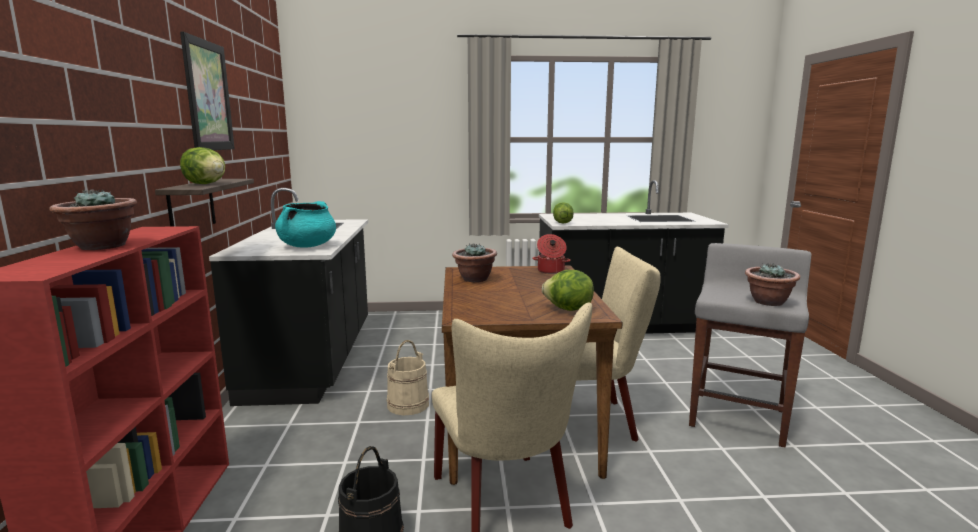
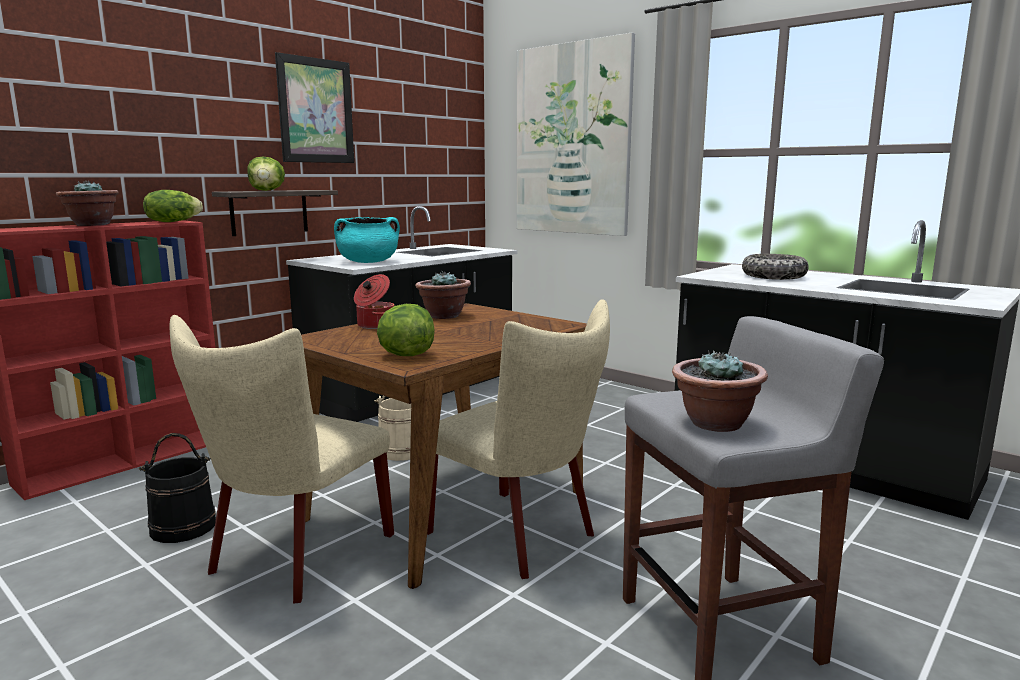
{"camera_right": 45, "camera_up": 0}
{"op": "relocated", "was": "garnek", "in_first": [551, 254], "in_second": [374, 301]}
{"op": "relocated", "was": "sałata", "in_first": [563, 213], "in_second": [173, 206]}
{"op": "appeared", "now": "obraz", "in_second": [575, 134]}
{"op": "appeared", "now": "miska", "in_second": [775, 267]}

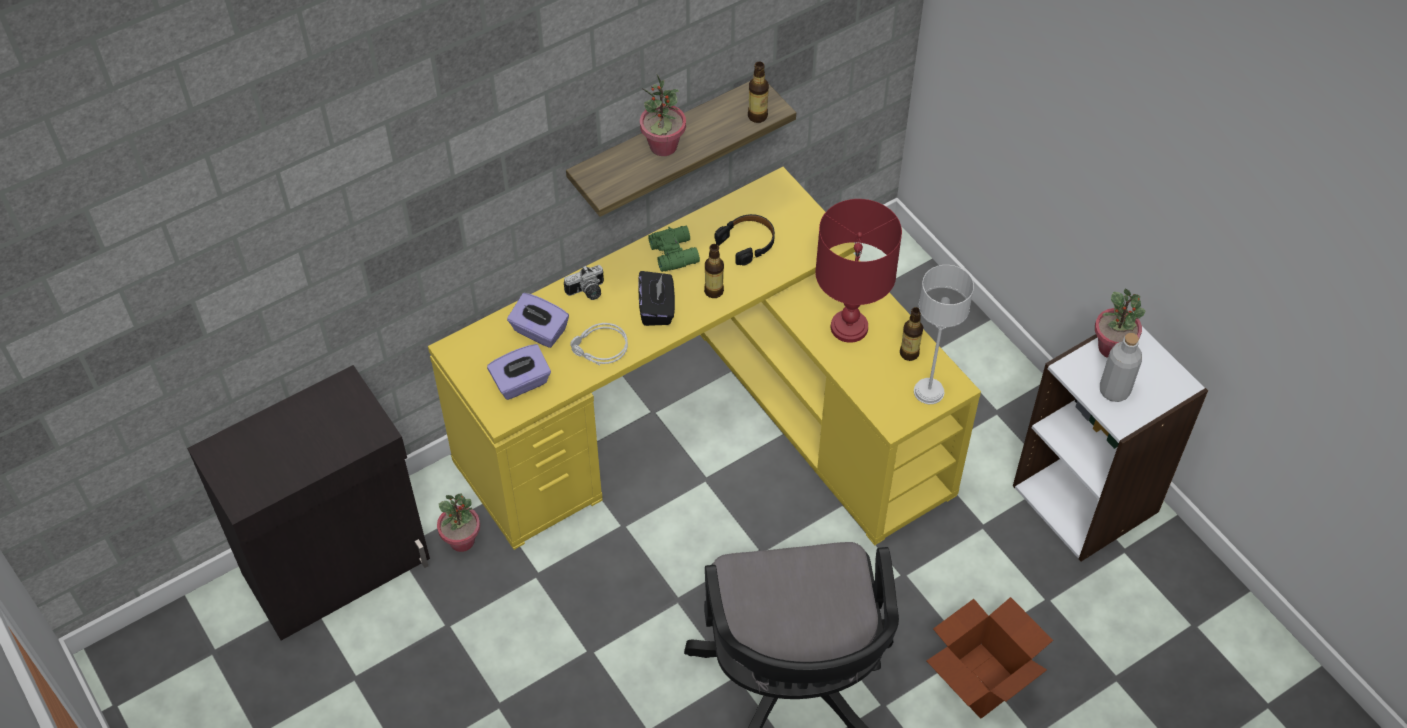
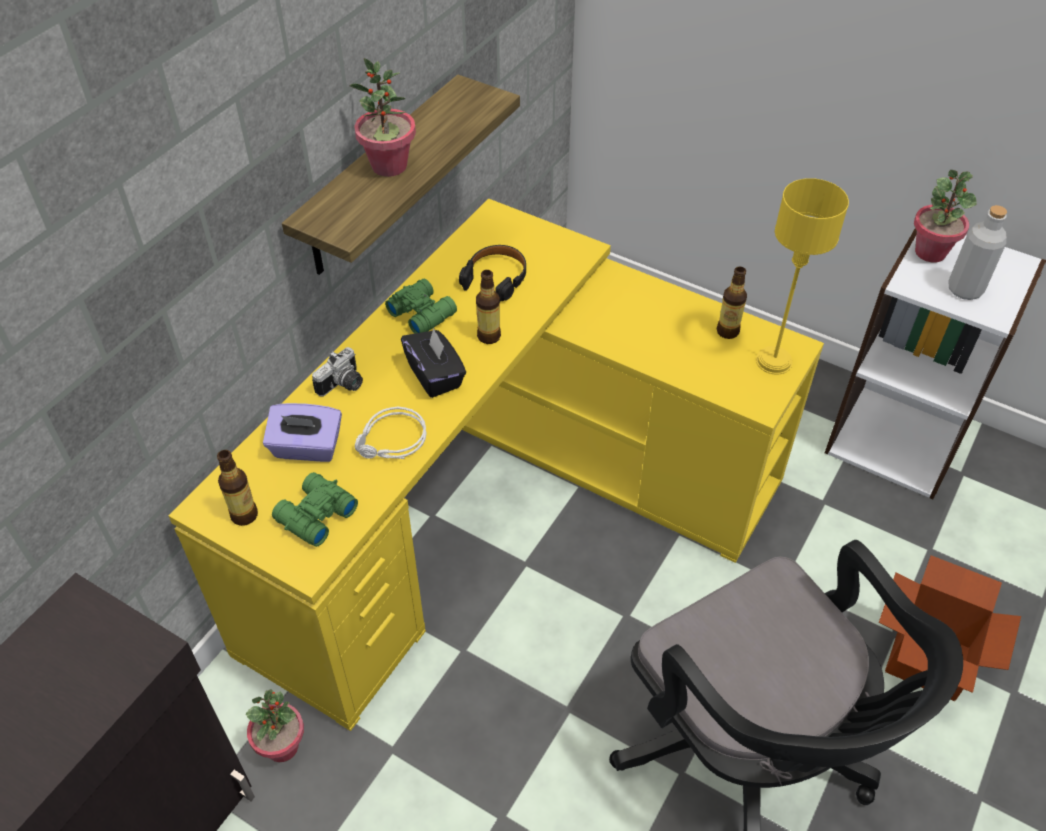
{"camera_right": -25, "camera_up": -5}
{"op": "exchanged", "was": "pudełko chusteczek [fioletowy]", "now": "lornetka [zielony]", "in_first": [519, 372], "in_second": [315, 509]}
{"op": "relocated", "was": "butelka", "in_first": [758, 92], "in_second": [237, 488]}
{"op": "missing", "was": "lampa stołowa [czerwony]", "in_first": [858, 271]}
{"op": "colour", "was": "lampa stołowa [szary]", "now": "lampa stołowa [żółty]", "in_first": [944, 334], "in_second": [802, 276]}

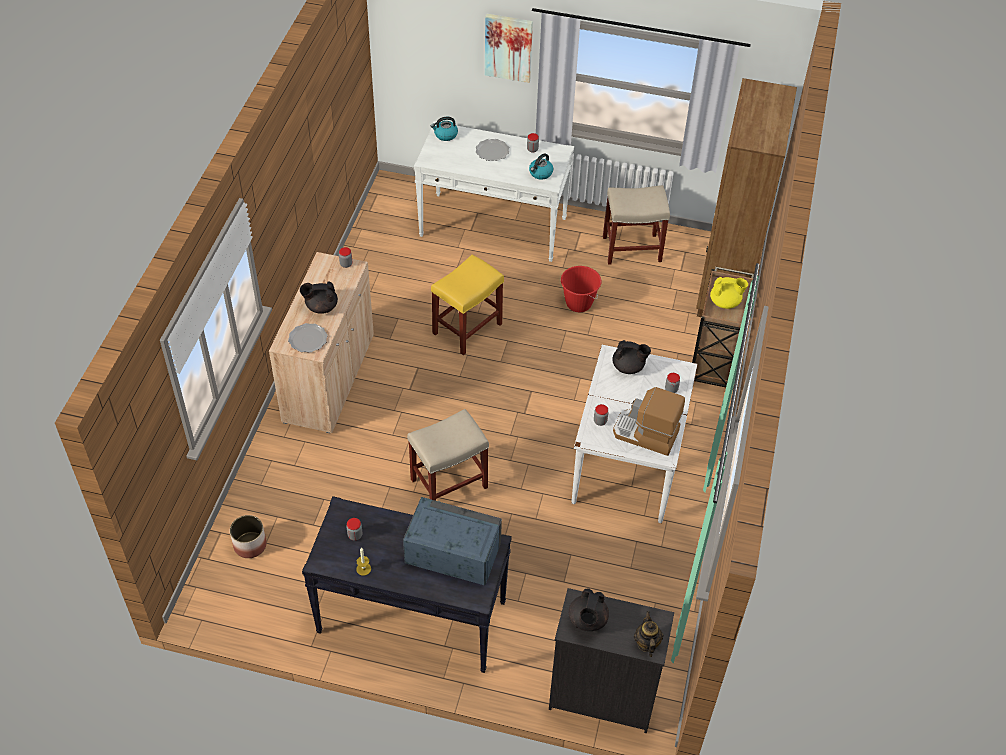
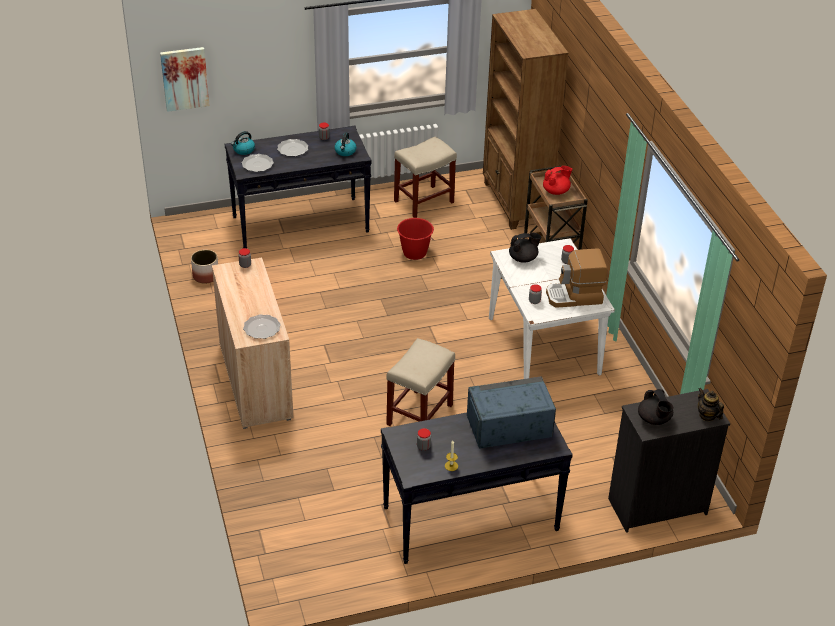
{"camera_right": -30, "camera_up": -10}
{"op": "relocated", "was": "donica", "in_first": [248, 536], "in_second": [204, 267]}
{"op": "missing", "was": "imbryk [czarny]", "in_first": [319, 297]}
{"op": "colour", "was": "stolik konsolowy [biały]", "now": "stolik konsolowy [czarny]", "in_first": [494, 191], "in_second": [298, 187]}
{"op": "missing", "was": "stołek [żółty]", "in_first": [467, 305]}
{"op": "relocated", "was": "obraz", "in_first": [509, 48], "in_second": [184, 79]}
{"op": "colour", "was": "imbryk [żółty]", "now": "imbryk [czerwony]", "in_first": [729, 293], "in_second": [557, 180]}
{"op": "appeared", "now": "talerz", "in_second": [258, 163]}

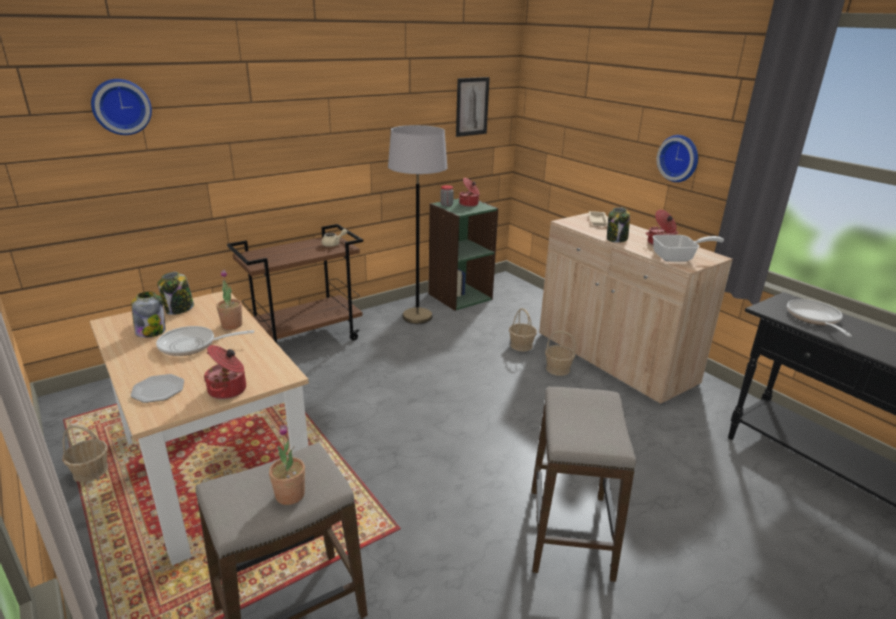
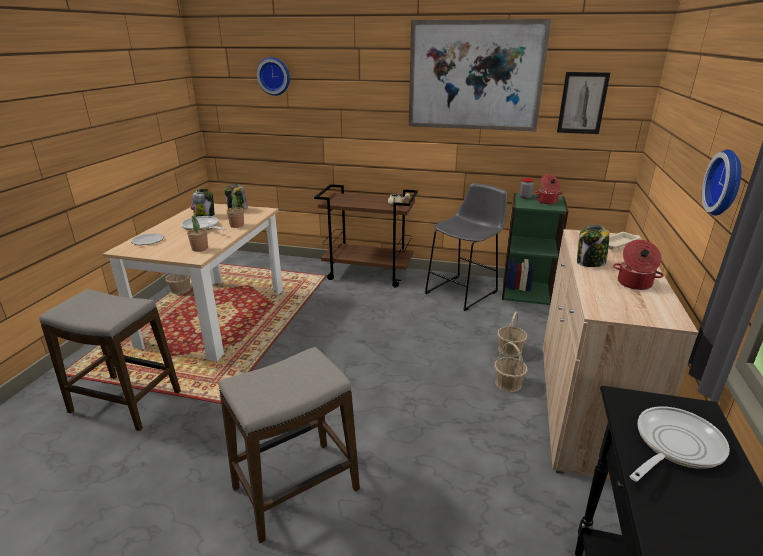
{"camera_right": 50, "camera_up": 0}
{"op": "missing", "was": "garnek", "in_first": [225, 372]}
{"op": "relocated", "was": "roślina doniczkowa", "in_first": [287, 465], "in_second": [197, 228]}
{"op": "exchanged", "was": "lampa stojąca [szary]", "now": "stołek [szary]", "in_first": [418, 224], "in_second": [466, 247]}
{"op": "missing", "was": "patelnia", "in_first": [688, 248]}
{"op": "appeared", "now": "obraz", "in_second": [480, 75]}

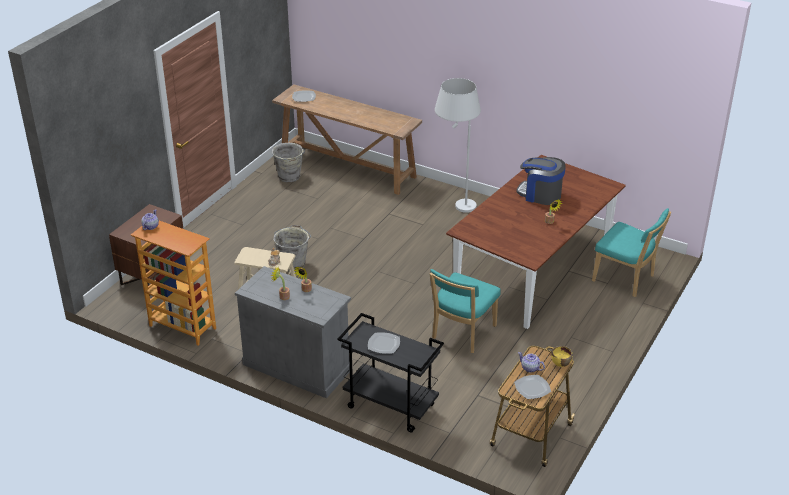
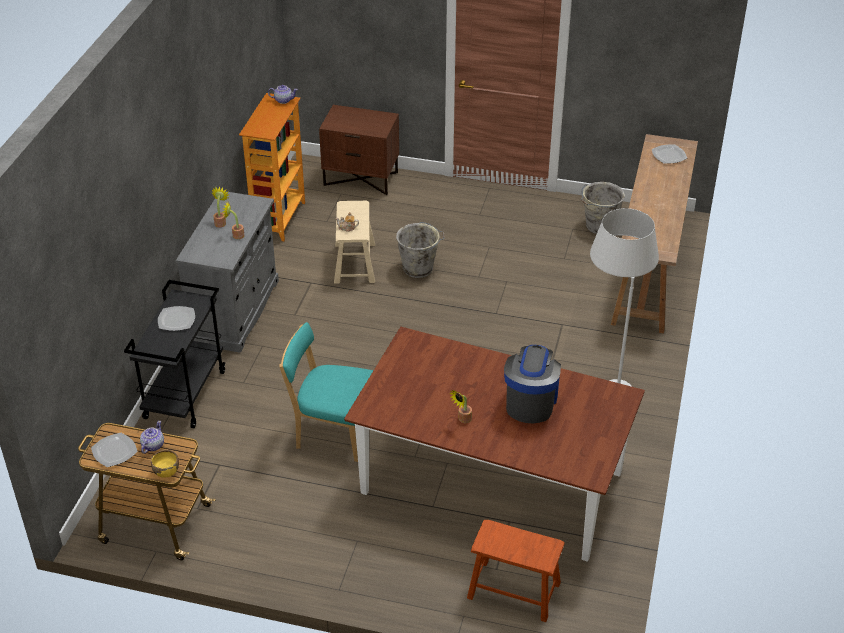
{"camera_right": 75, "camera_up": 5}
{"op": "exchanged", "was": "krzesło [turkusowy]", "now": "stołek [brązowy]", "in_first": [631, 252], "in_second": [516, 571]}

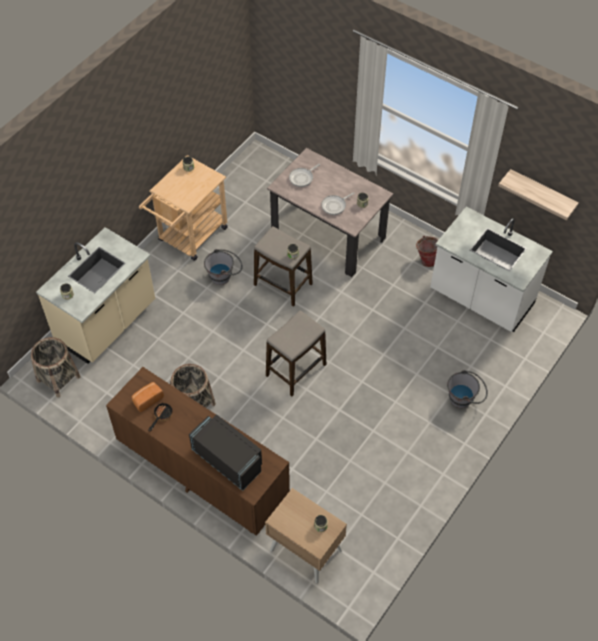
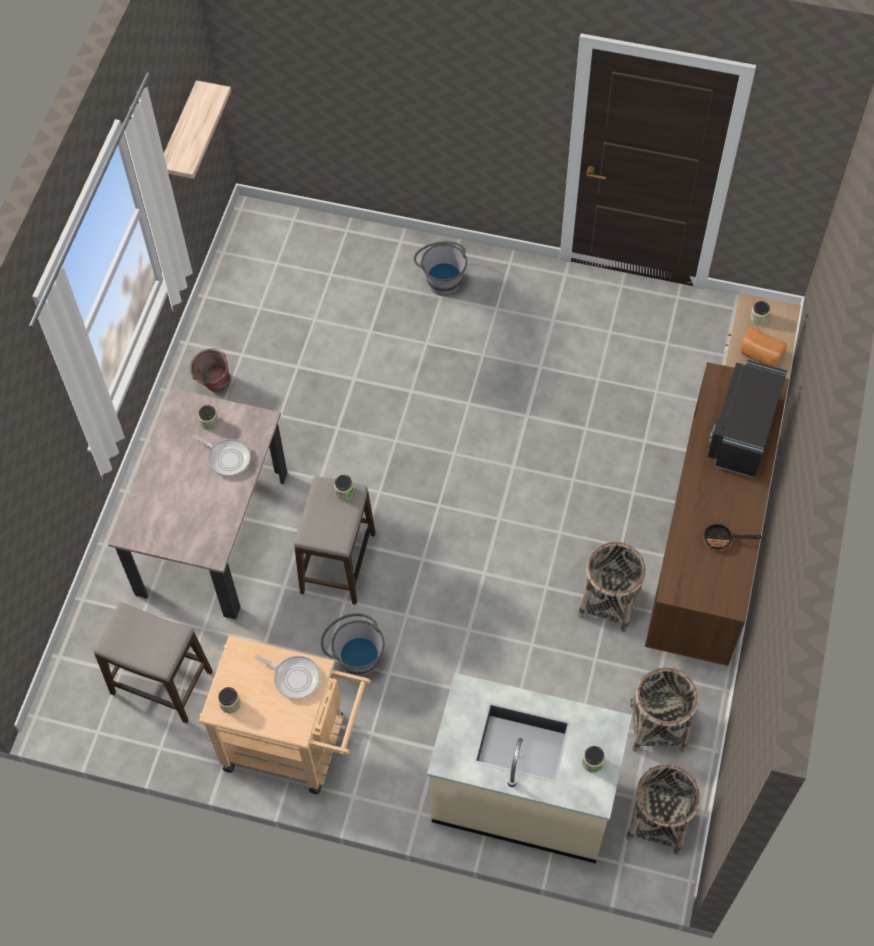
{"camera_right": -110, "camera_up": 5}
{"op": "relocated", "was": "chleb", "in_first": [148, 397], "in_second": [763, 347]}
{"op": "relocated", "was": "stołek", "in_first": [296, 353], "in_second": [153, 662]}
{"op": "relocated", "was": "patelnia", "in_first": [304, 175], "in_second": [287, 677]}
{"op": "missing", "was": "zabudowa kuchenna [biały]", "in_first": [491, 269]}
{"op": "appeared", "now": "koszyk", "in_second": [663, 709]}

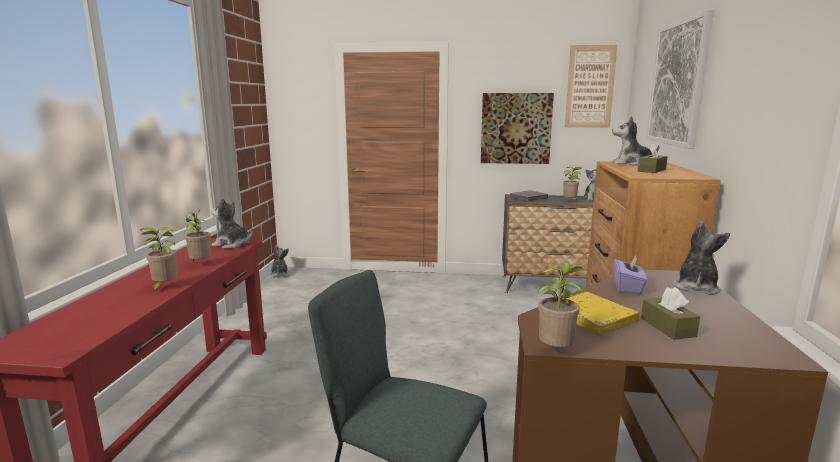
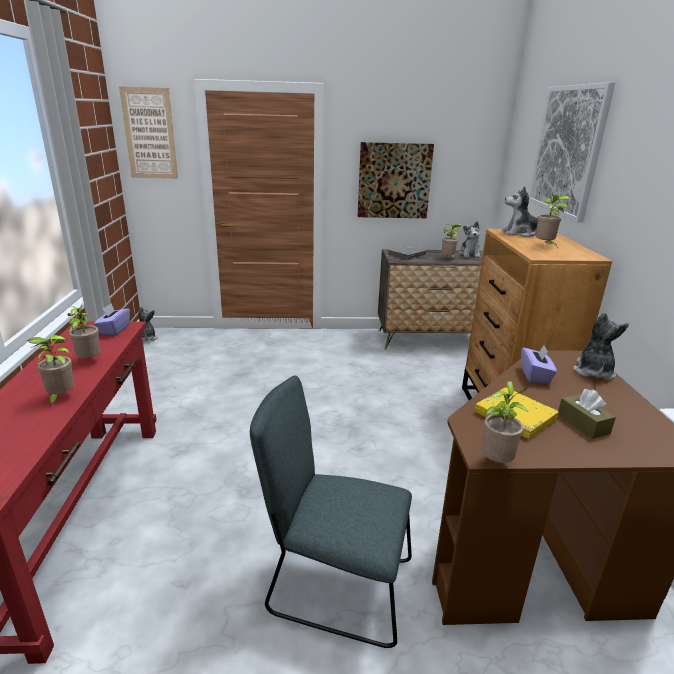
{"camera_right": -10, "camera_up": 10}
{"op": "exchanged", "was": "pluszak", "now": "pudełko chusteczek [fioletowy]", "in_first": [232, 223], "in_second": [112, 319]}
{"op": "relocated", "was": "obraz", "in_first": [591, 86], "in_second": [148, 132]}
{"op": "exchanged", "was": "pudełko chusteczek [brązowy]", "now": "roślina doniczkowa", "in_first": [653, 158], "in_second": [553, 221]}

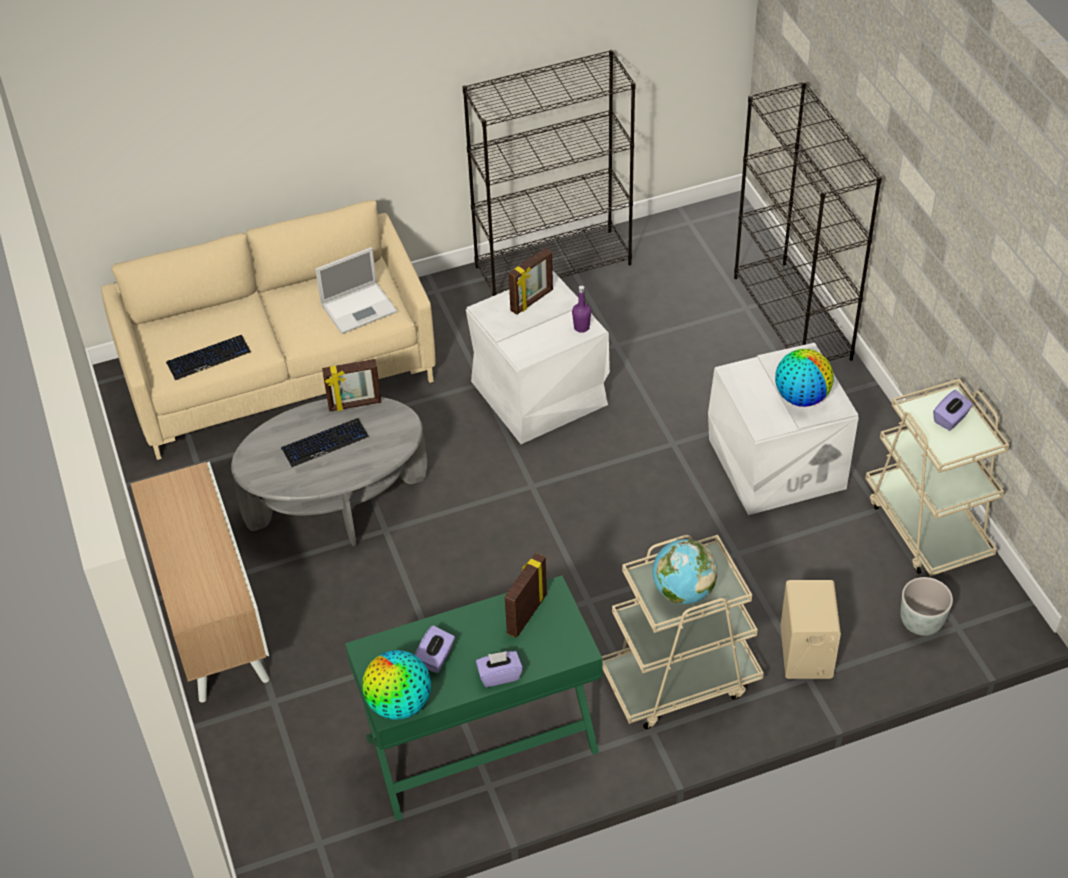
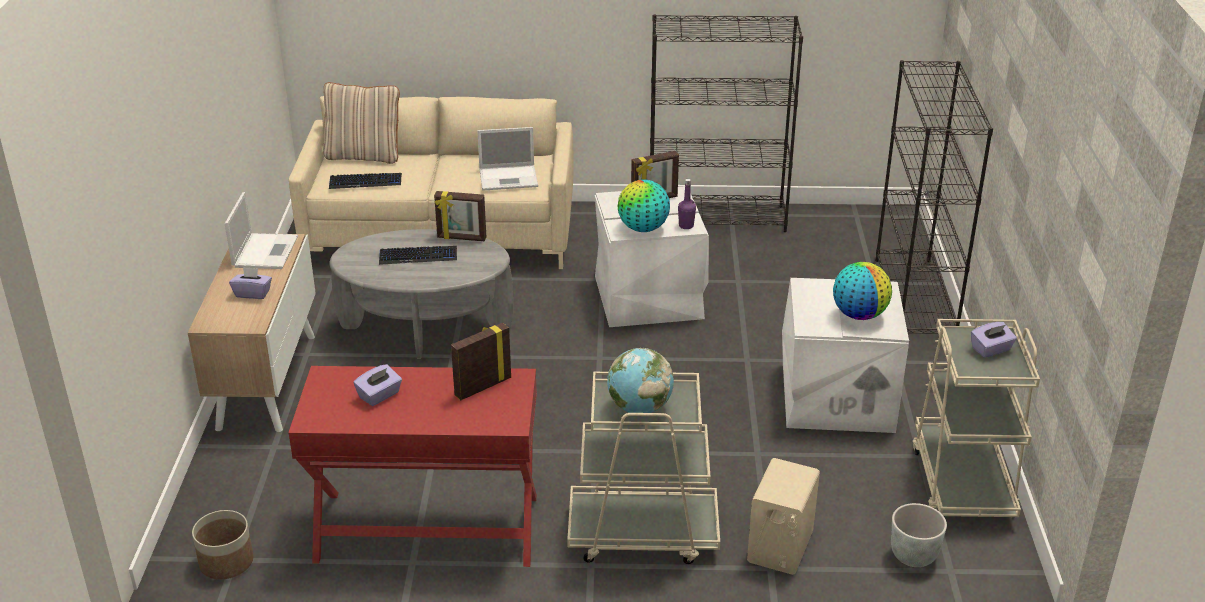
{"camera_right": 20, "camera_up": -15}
{"op": "colour", "was": "biurko [zielony]", "now": "biurko [czerwony]", "in_first": [474, 698], "in_second": [412, 466]}
{"op": "relocated", "was": "globus", "in_first": [396, 685], "in_second": [644, 205]}
{"op": "relocated", "was": "pudełko chusteczek [fioletowy]", "in_first": [499, 669], "in_second": [250, 283]}
{"op": "appeared", "now": "donica", "in_second": [222, 544]}
{"op": "appeared", "now": "laptop", "in_second": [261, 230]}
{"op": "appeared", "now": "poduszka [beżowy]", "in_second": [361, 123]}

